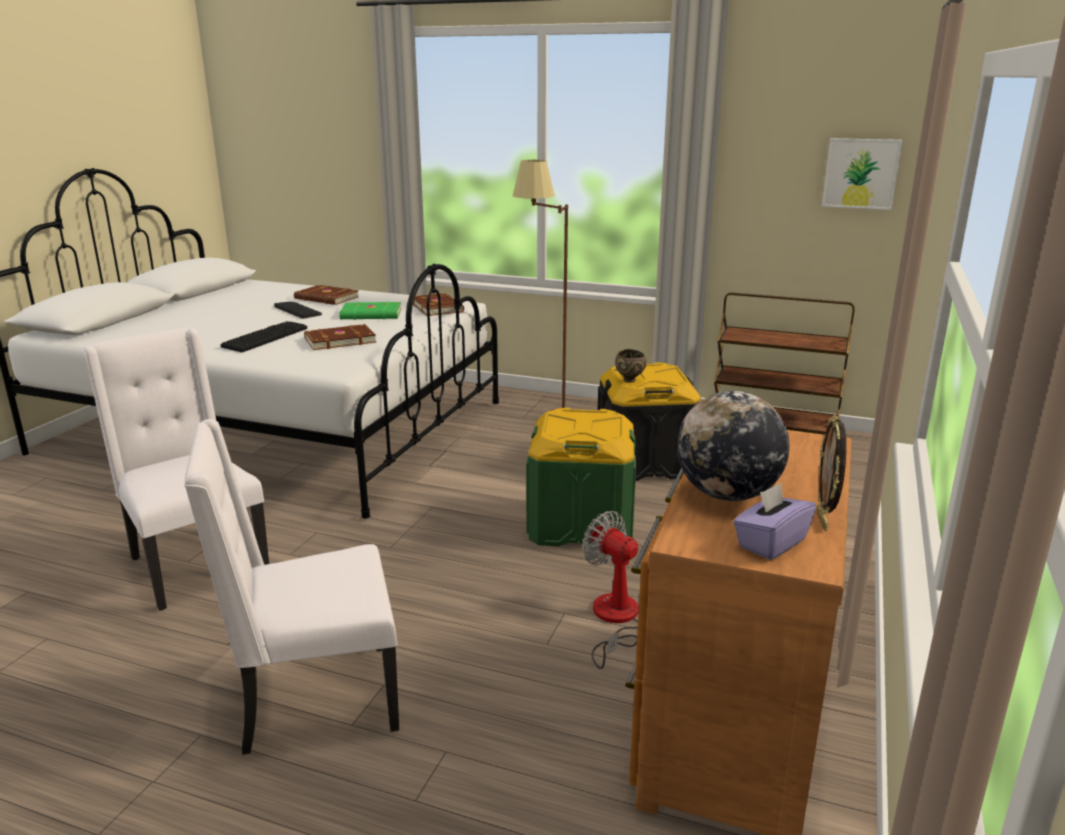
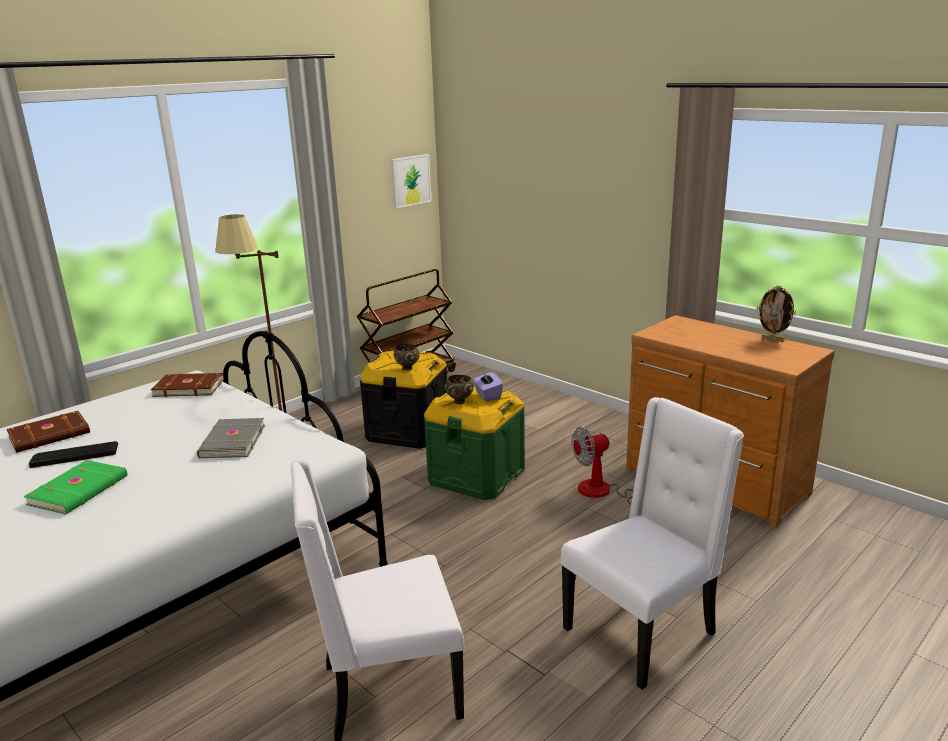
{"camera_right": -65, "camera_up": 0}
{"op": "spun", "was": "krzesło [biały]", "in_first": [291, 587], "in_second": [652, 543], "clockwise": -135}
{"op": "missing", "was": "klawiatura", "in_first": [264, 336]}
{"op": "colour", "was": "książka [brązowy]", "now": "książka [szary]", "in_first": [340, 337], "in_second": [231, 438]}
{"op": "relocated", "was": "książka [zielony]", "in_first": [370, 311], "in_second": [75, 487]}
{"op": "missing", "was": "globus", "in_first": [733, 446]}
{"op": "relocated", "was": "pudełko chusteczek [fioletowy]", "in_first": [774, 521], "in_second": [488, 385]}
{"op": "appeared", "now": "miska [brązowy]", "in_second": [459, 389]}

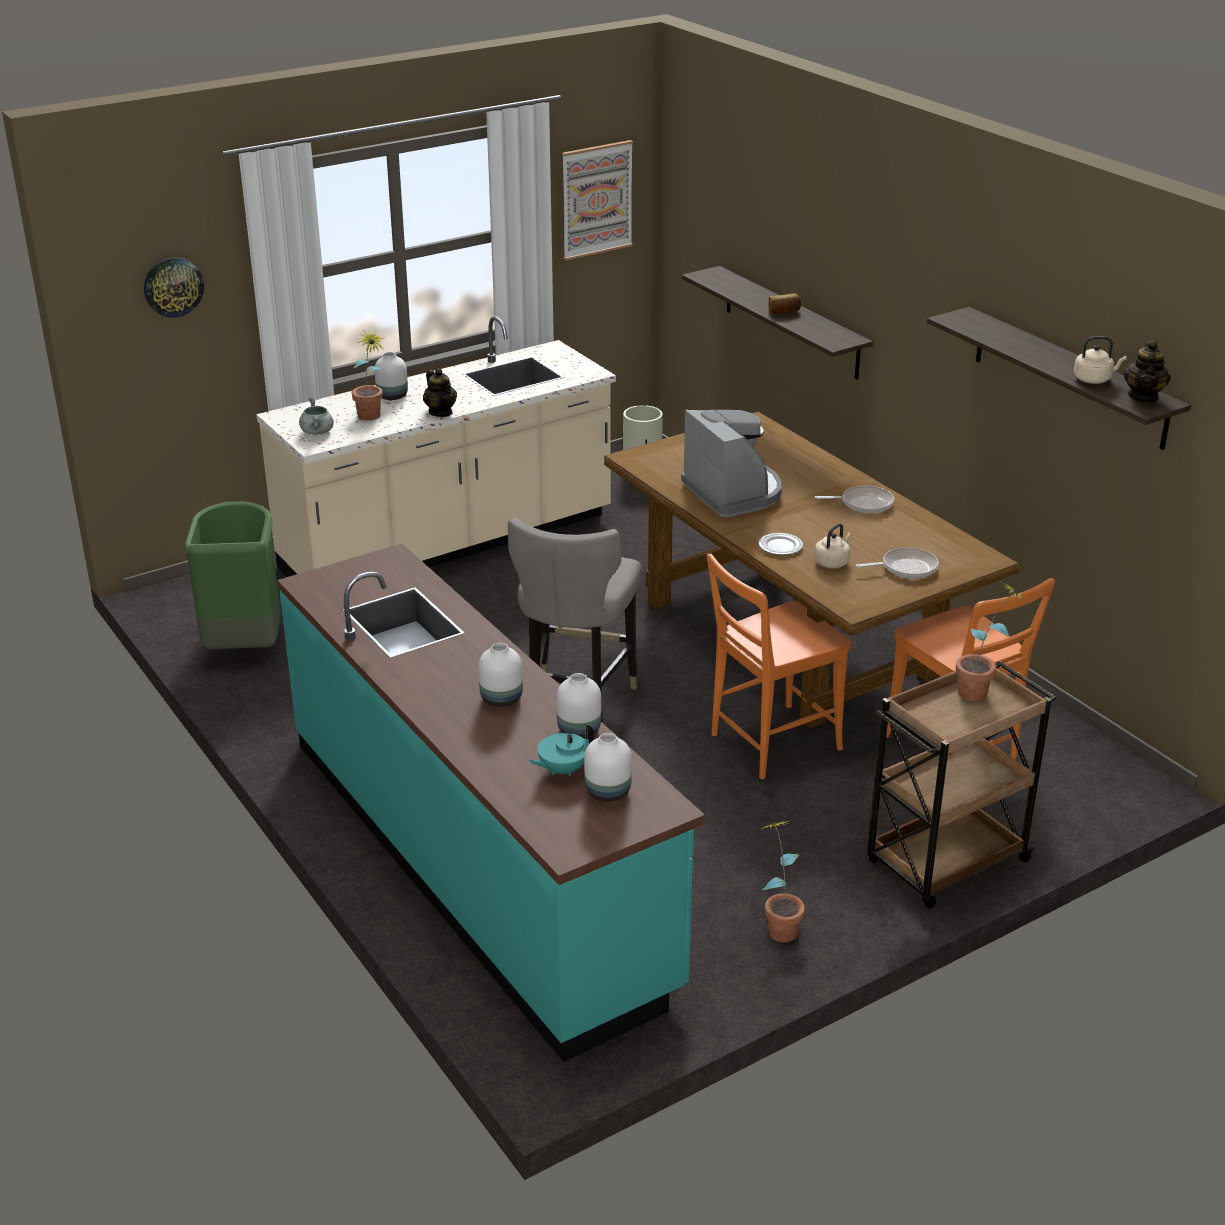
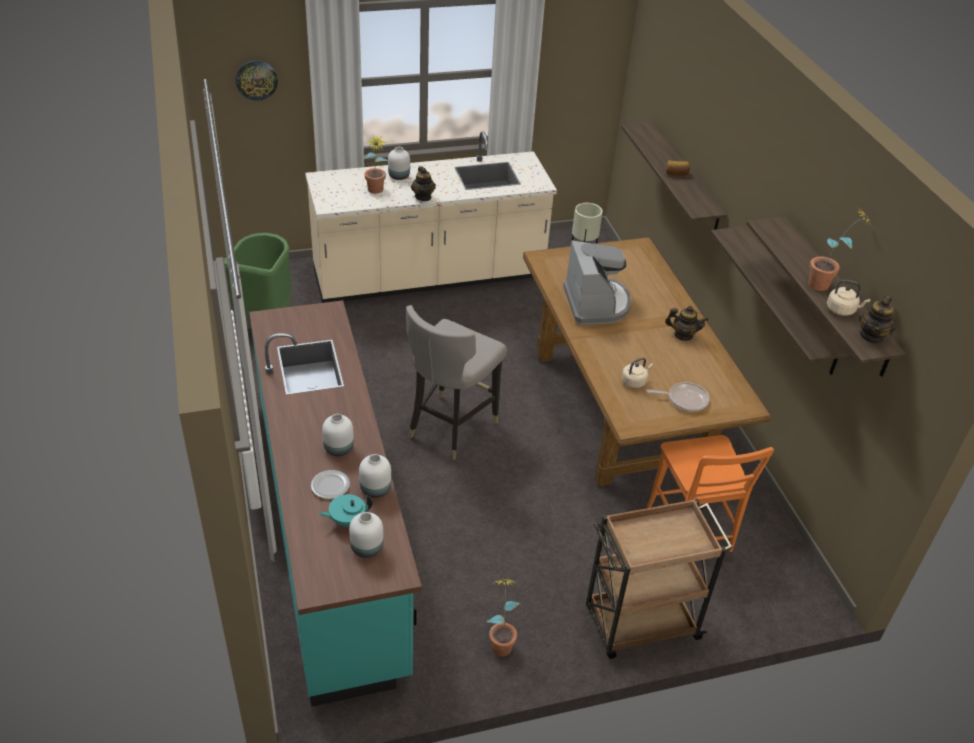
{"camera_right": 15, "camera_up": 10}
{"op": "missing", "was": "garnek [szary]", "in_first": [316, 416]}
{"op": "missing", "was": "obraz", "in_first": [597, 200]}
{"op": "missing", "was": "krzesło [pomarańczowy]", "in_first": [779, 666]}
{"op": "relocated", "was": "talerz", "in_first": [781, 544], "in_second": [330, 484]}
{"op": "exchanged", "was": "patelnia", "now": "imbryk", "in_first": [854, 499], "in_second": [687, 323]}
{"op": "relocated", "was": "roślina doniczkowa", "in_first": [991, 642], "in_second": [839, 250]}
{"op": "appeared", "now": "półka", "in_second": [781, 300]}

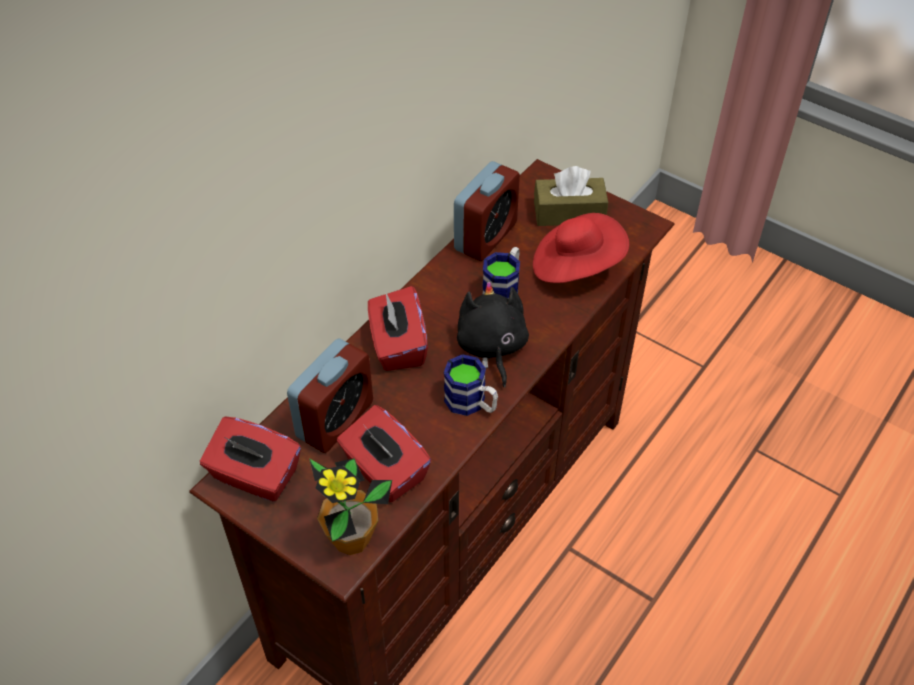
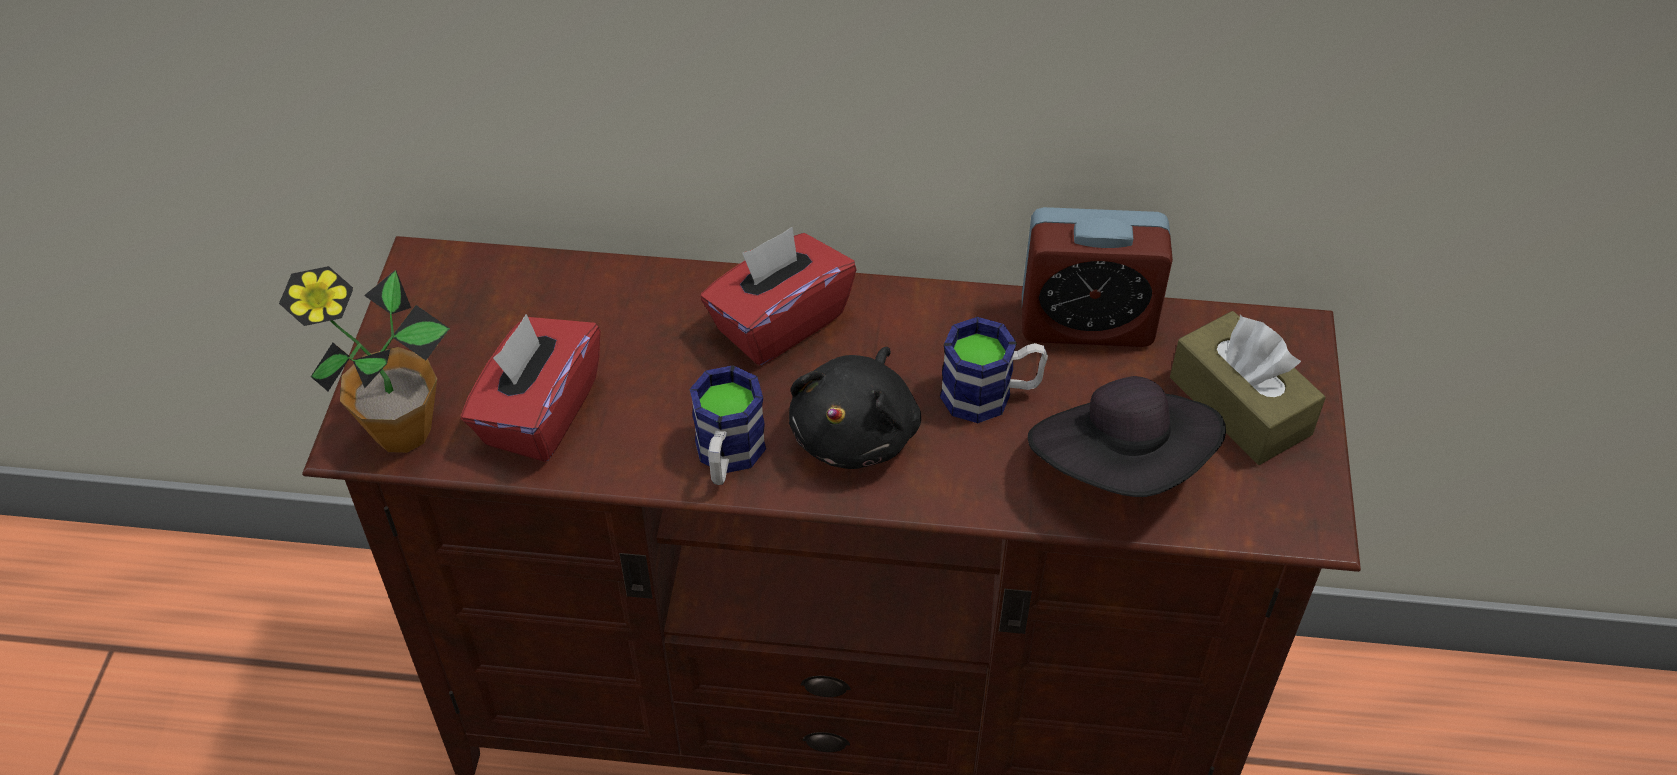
{"camera_right": 60, "camera_up": 0}
{"op": "missing", "was": "pudełko chusteczek [czerwony]", "in_first": [250, 459]}
{"op": "missing", "was": "budzik", "in_first": [330, 395]}
{"op": "spun", "was": "pluszak [czarny]", "in_first": [493, 334], "in_second": [855, 408], "clockwise": 150}
{"op": "colour", "was": "kapelusz [czerwony]", "now": "kapelusz [czarny]", "in_first": [581, 248], "in_second": [1127, 436]}

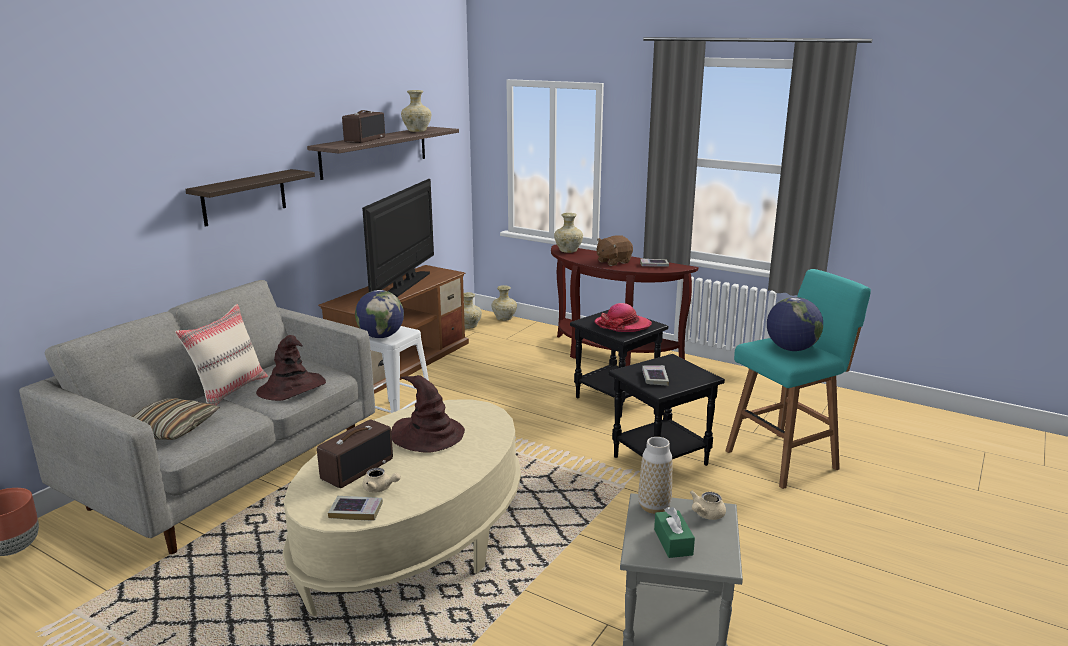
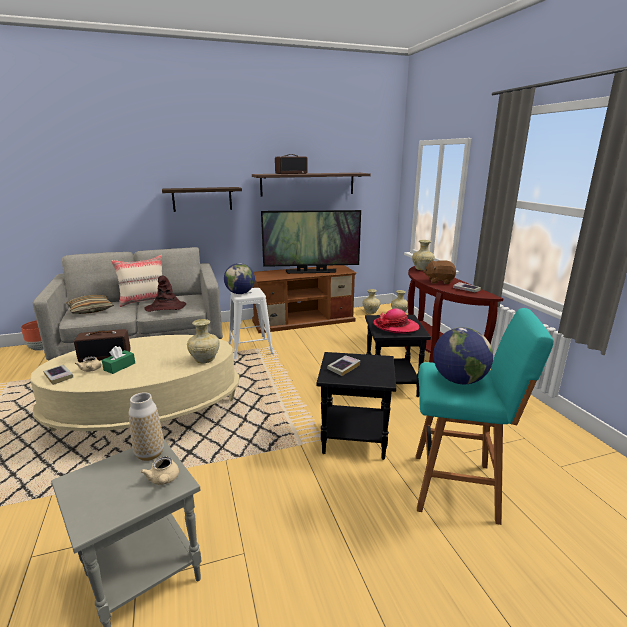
{"camera_right": 40, "camera_up": 0}
{"op": "spun", "was": "telewizor", "in_first": [398, 238], "in_second": [311, 242], "clockwise": -150}
{"op": "missing", "was": "kapelusz [brązowy]", "in_first": [428, 414]}
{"op": "relocated", "was": "wazon [beżowy]", "in_first": [416, 111], "in_second": [203, 341]}
{"op": "relocated", "was": "pudełko chusteczek [zielony]", "in_first": [674, 532], "in_second": [118, 360]}
{"op": "spun", "was": "imbryk [beżowy]", "in_first": [708, 505], "in_second": [159, 471], "clockwise": -105}

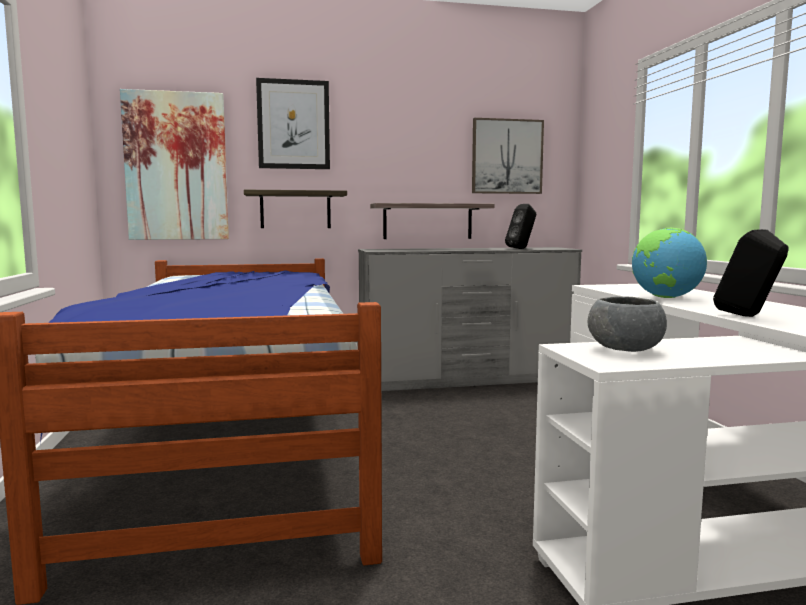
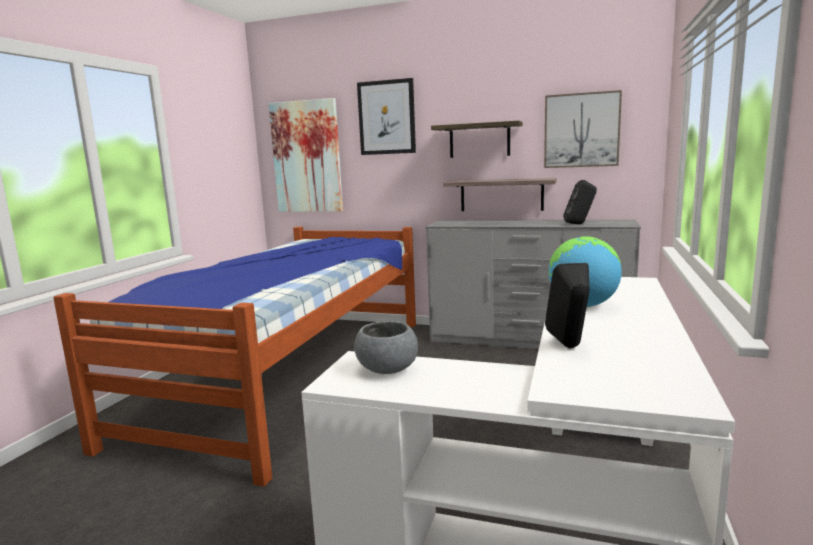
{"camera_right": 30, "camera_up": 5}
{"op": "relocated", "was": "półka", "in_first": [295, 209], "in_second": [476, 139]}

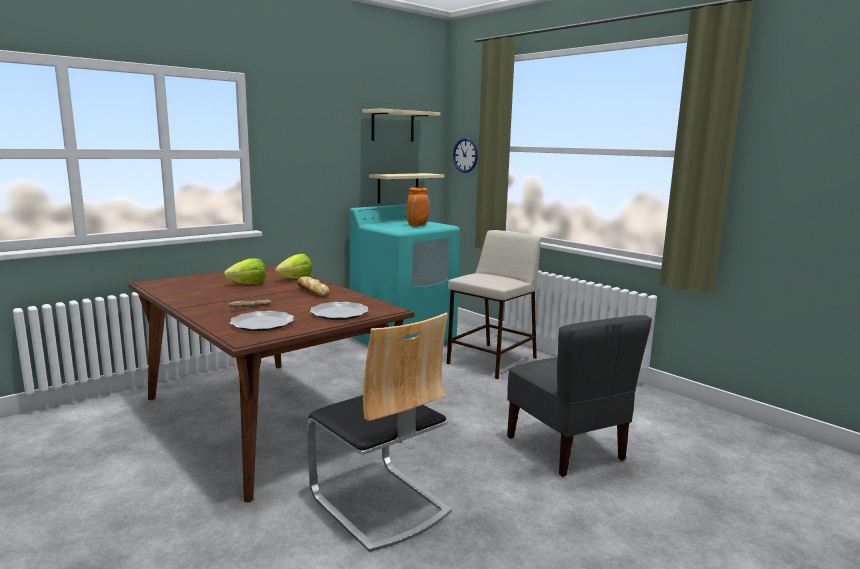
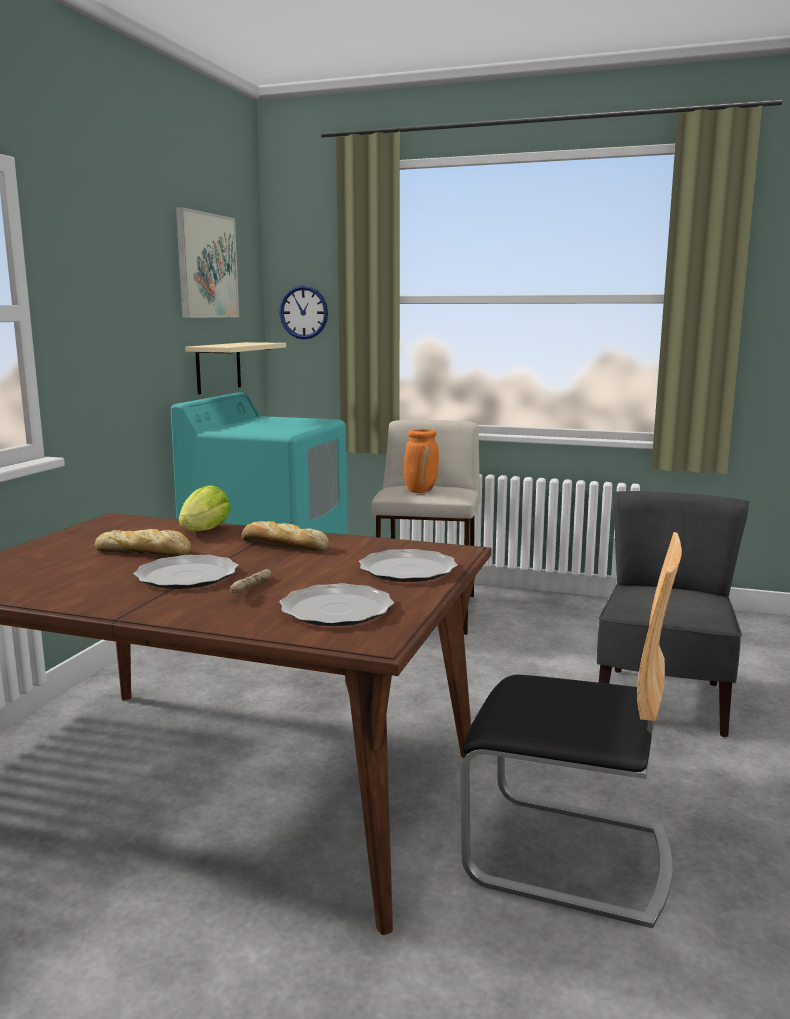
{"camera_right": -30, "camera_up": 0}
{"op": "exchanged", "was": "sałata", "now": "chleb", "in_first": [245, 271], "in_second": [143, 542]}
{"op": "exchanged", "was": "półka [beżowy]", "now": "obraz", "in_first": [401, 125], "in_second": [207, 262]}
{"op": "relocated", "was": "wazon [pomarańczowy]", "in_first": [417, 206], "in_second": [421, 461]}
{"op": "spun", "was": "krzesło [szary]", "in_first": [579, 396], "in_second": [673, 614], "clockwise": -105}
{"op": "appeared", "now": "talerz", "in_second": [186, 572]}

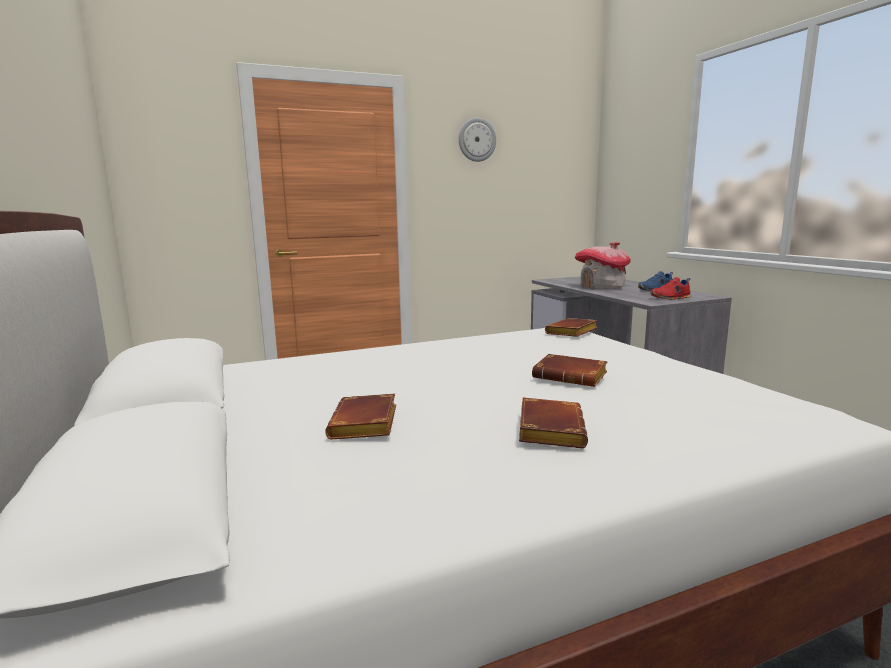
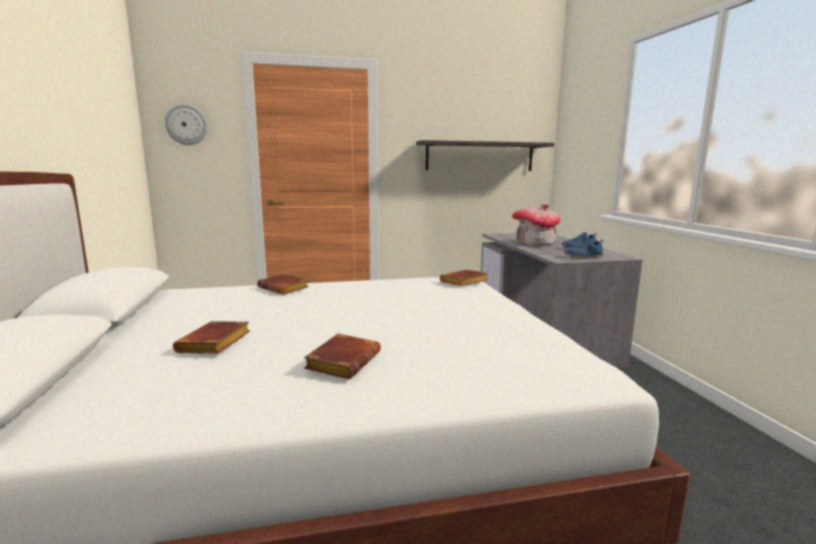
{"camera_right": 10, "camera_up": 0}
{"op": "relocated", "was": "zegar ścienny", "in_first": [477, 140], "in_second": [186, 124]}
{"op": "relocated", "was": "książka [brązowy]", "in_first": [570, 370], "in_second": [283, 284]}
{"op": "colour", "was": "but [czerwony]", "now": "but [niebieski]", "in_first": [671, 288], "in_second": [584, 248]}
{"op": "appeared", "now": "półka", "in_second": [485, 155]}

